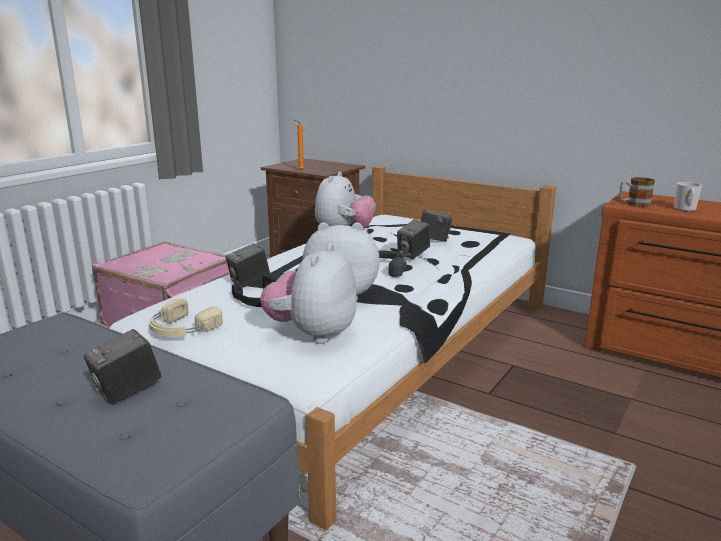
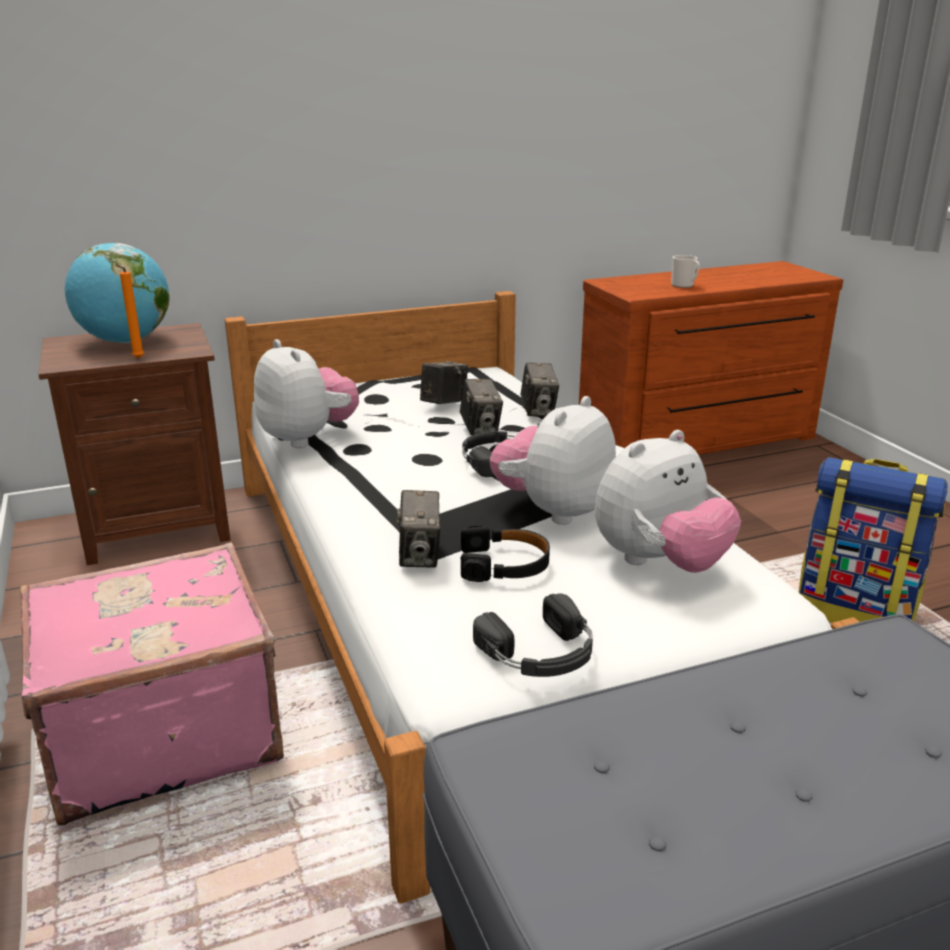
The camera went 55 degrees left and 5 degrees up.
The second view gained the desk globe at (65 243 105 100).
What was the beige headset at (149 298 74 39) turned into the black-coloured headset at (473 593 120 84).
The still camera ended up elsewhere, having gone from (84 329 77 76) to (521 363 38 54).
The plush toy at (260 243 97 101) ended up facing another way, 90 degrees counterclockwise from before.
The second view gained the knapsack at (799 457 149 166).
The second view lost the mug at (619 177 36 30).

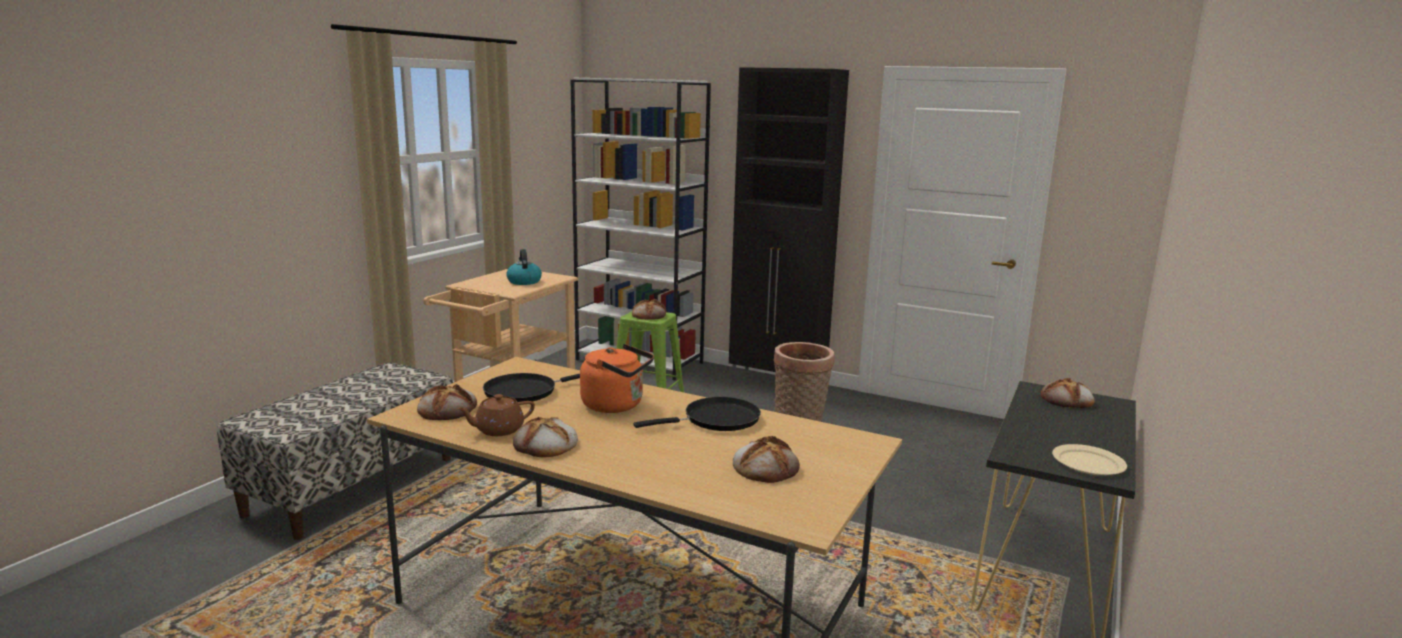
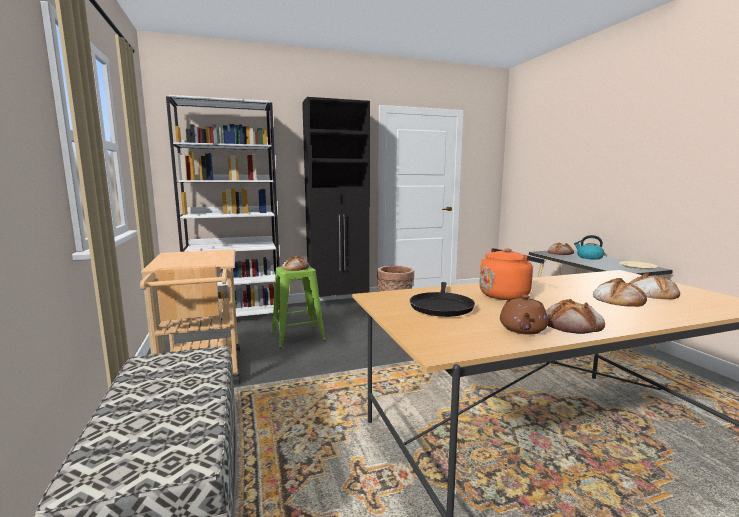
The camera went 45 degrees left and 5 degrees down.
The tea kettle ended up elsewhere, having gone from (506 249 36 36) to (574 235 31 25).
The bread ended up elsewhere, having gone from (417 384 60 36) to (593 278 54 29).
The second view lost the black-coloured frying pan at (634 397 127 34).

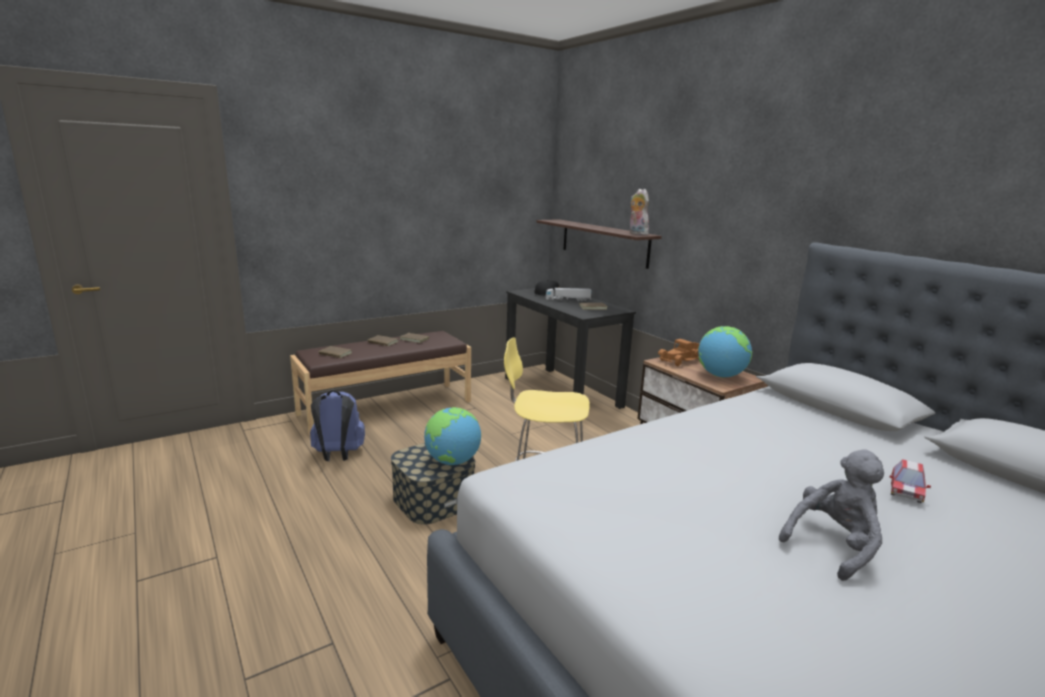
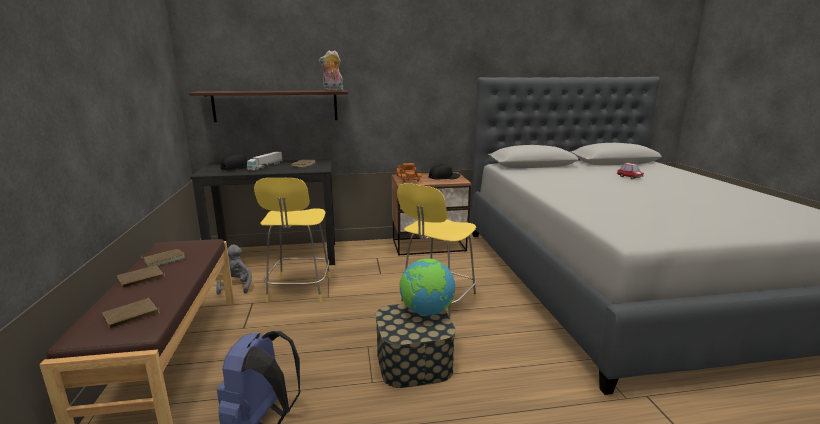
The camera went 65 degrees left and 0 degrees up.
The greyish plush toy ended up elsewhere, having gone from (779 449 105 132) to (216 245 36 50).
The second view gained the yellowish sitting stool at (254 178 77 124).
Where the desk globe stood at (698 326 54 52), the black-coloured baseball cap came to stand at (428 164 32 15).

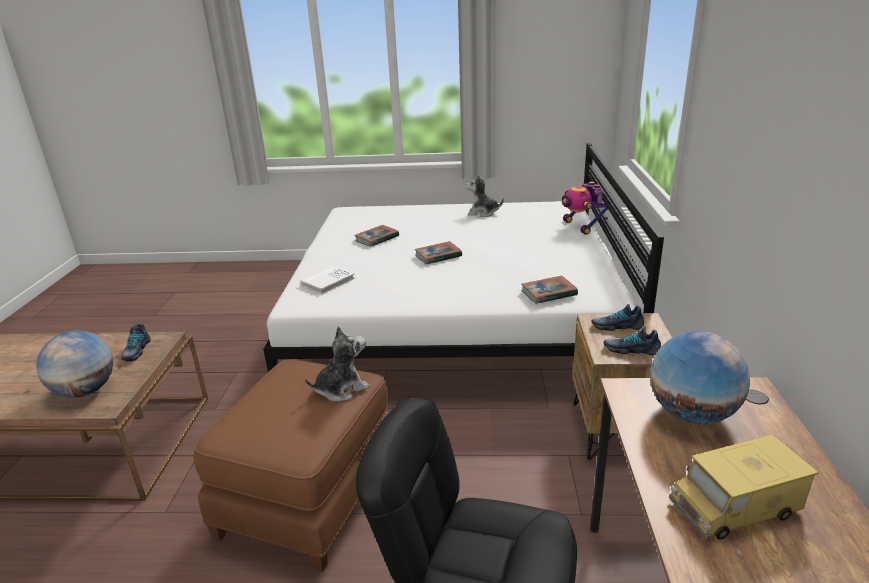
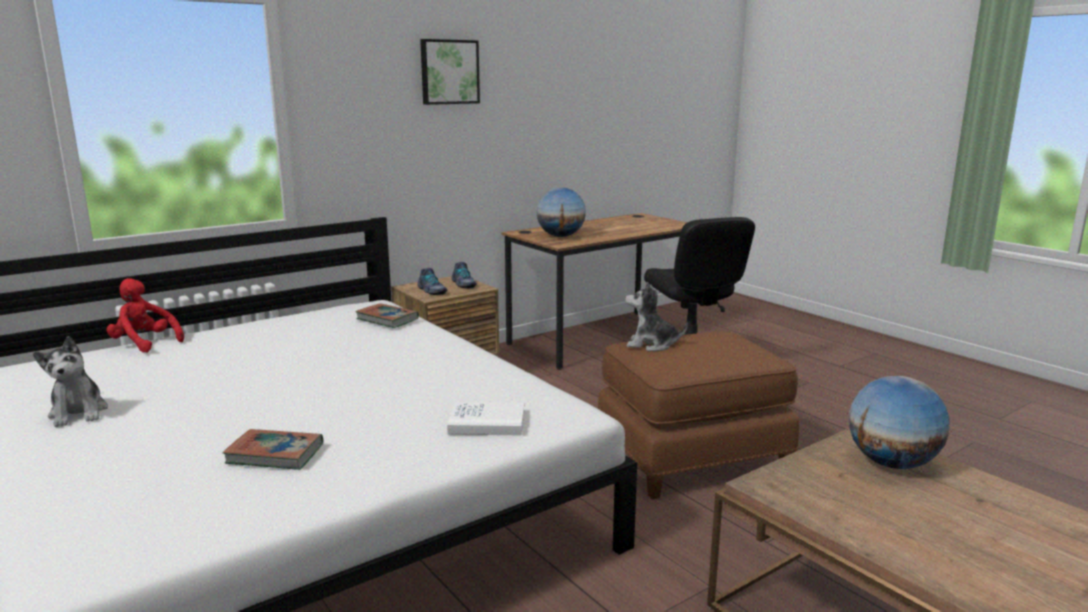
The camera went 130 degrees left and 10 degrees down.
Where the toy robot stood at (562 182 46 53), the reddish plush toy came to stand at (107 278 77 75).
The second view gained the wall art at (420 39 60 66).
The second view lost the shoe at (121 324 30 38).
The second view lost the volume at (415 241 47 23).
The second view lost the toy truck at (669 434 150 106).

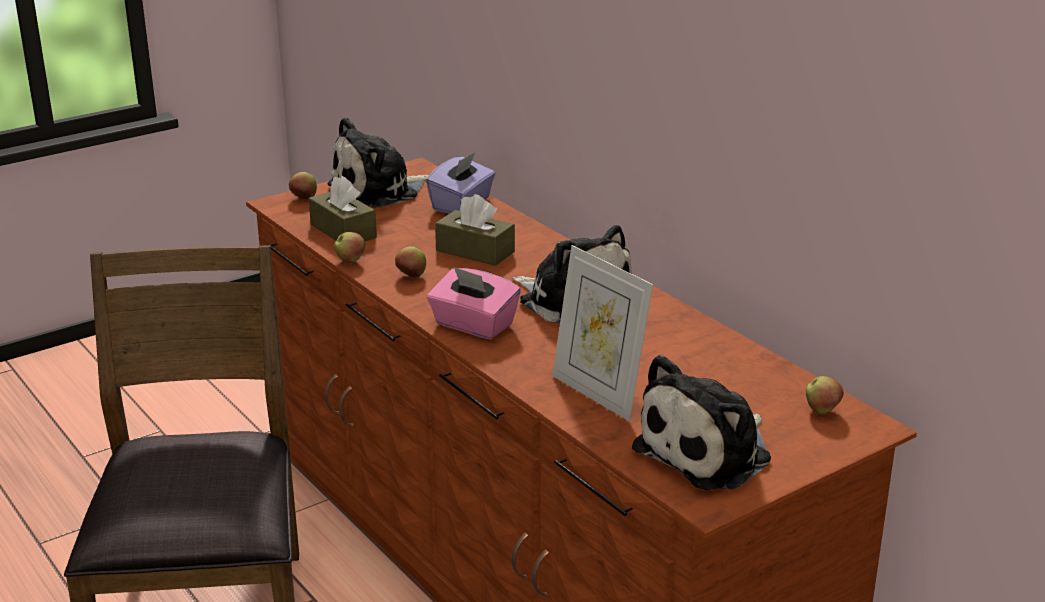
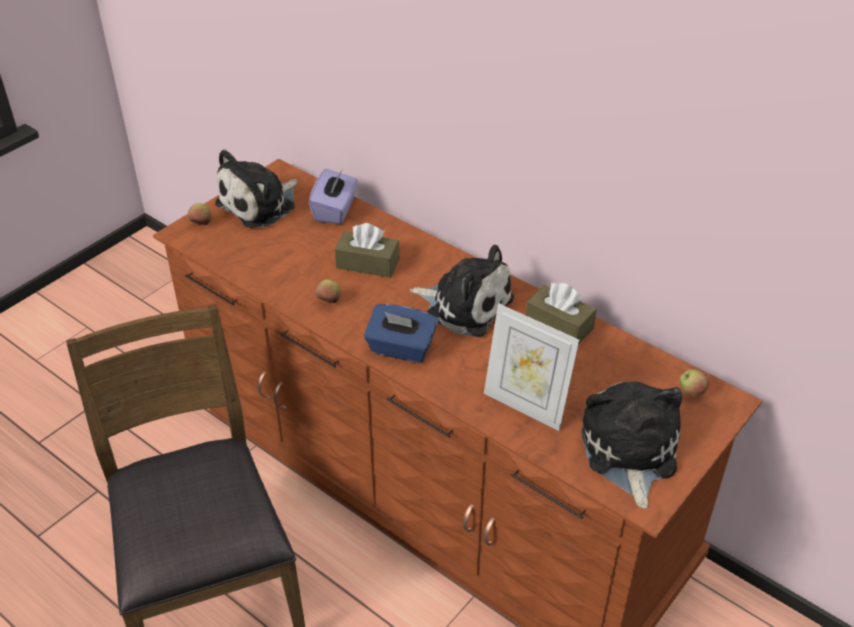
The camera went 15 degrees left and 15 degrees up.
What was the pinkish tissue holder at (427 266 94 73) turned into the blue tissue holder at (364 304 74 59).
The brown-coloured tissue holder ended up elsewhere, having gone from (309 176 68 65) to (526 283 71 61).
The plush toy at (632 354 139 136) ended up facing another way, 150 degrees clockwise from before.
The second view lost the apple fruit at (334 232 31 31).

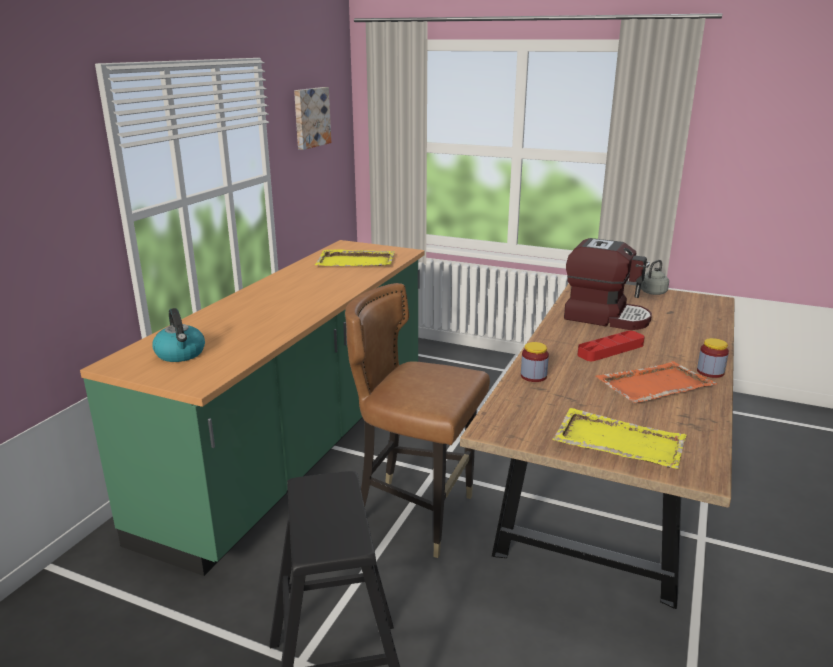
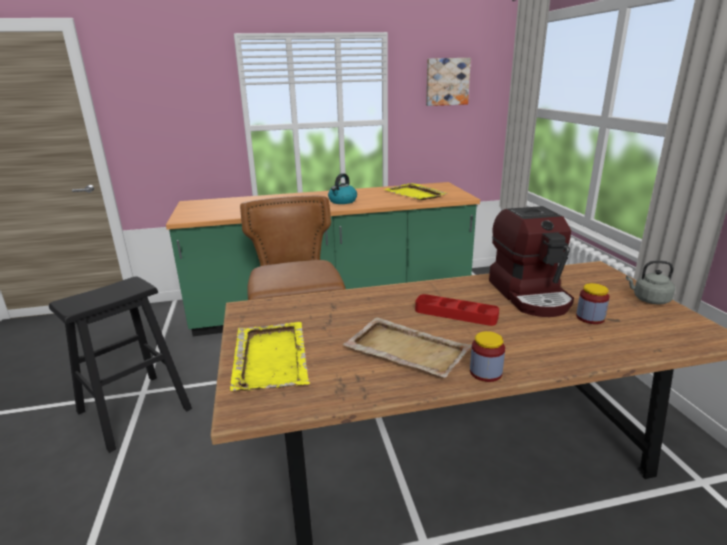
The camera went 55 degrees right and 0 degrees up.
The tea kettle ended up elsewhere, having gone from (152 308 53 54) to (328 173 29 31).
What was the orange carrying tray at (595 361 122 42) turned into the beige carrying tray at (342 317 130 61).
The storage jar ended up elsewhere, having gone from (521 342 28 40) to (576 283 33 41).

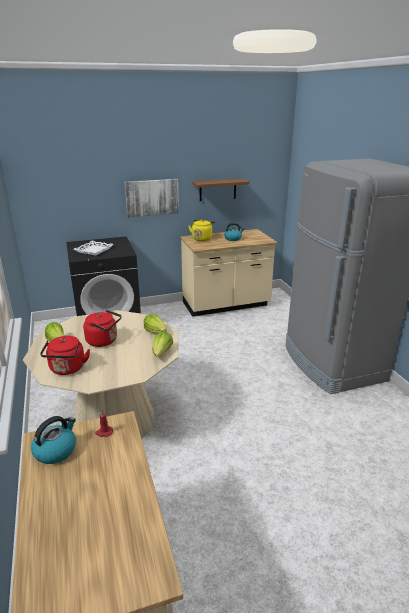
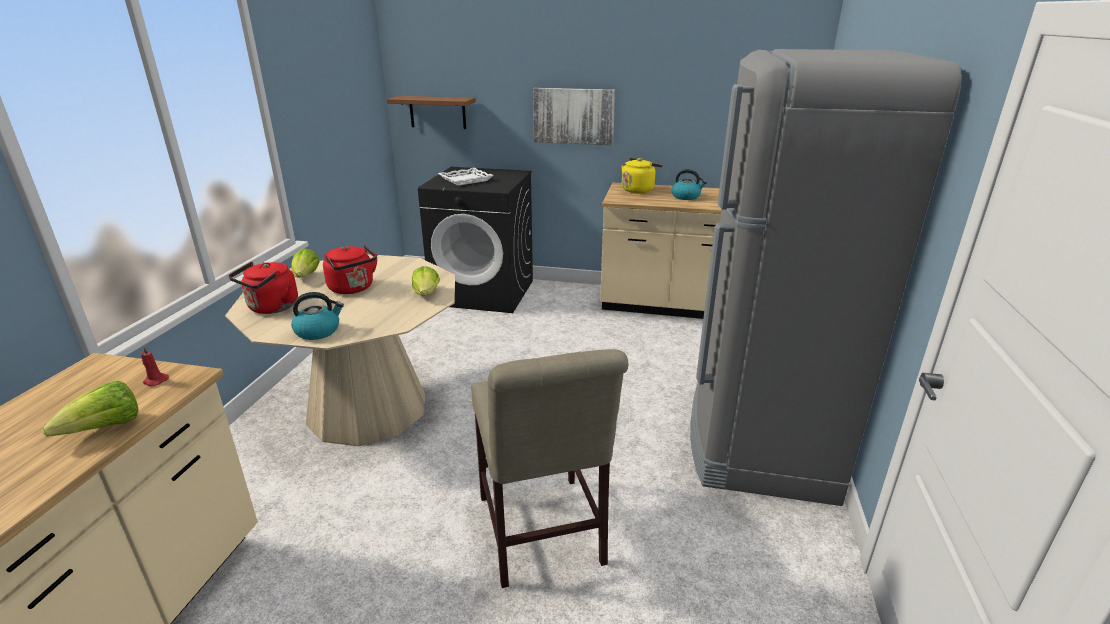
The camera went 30 degrees right and 0 degrees up.
The lettuce head ended up elsewhere, having gone from (152 331 21 26) to (42 380 97 57).
The tea kettle ended up elsewhere, having gone from (31 416 45 48) to (291 292 53 48).
The brown-coloured shelf ended up elsewhere, having gone from (192 178 58 23) to (387 96 88 33).
The second view gained the beige chair at (471 349 157 239).

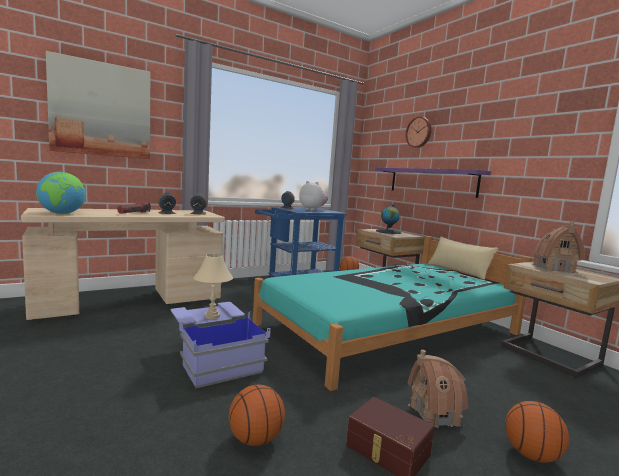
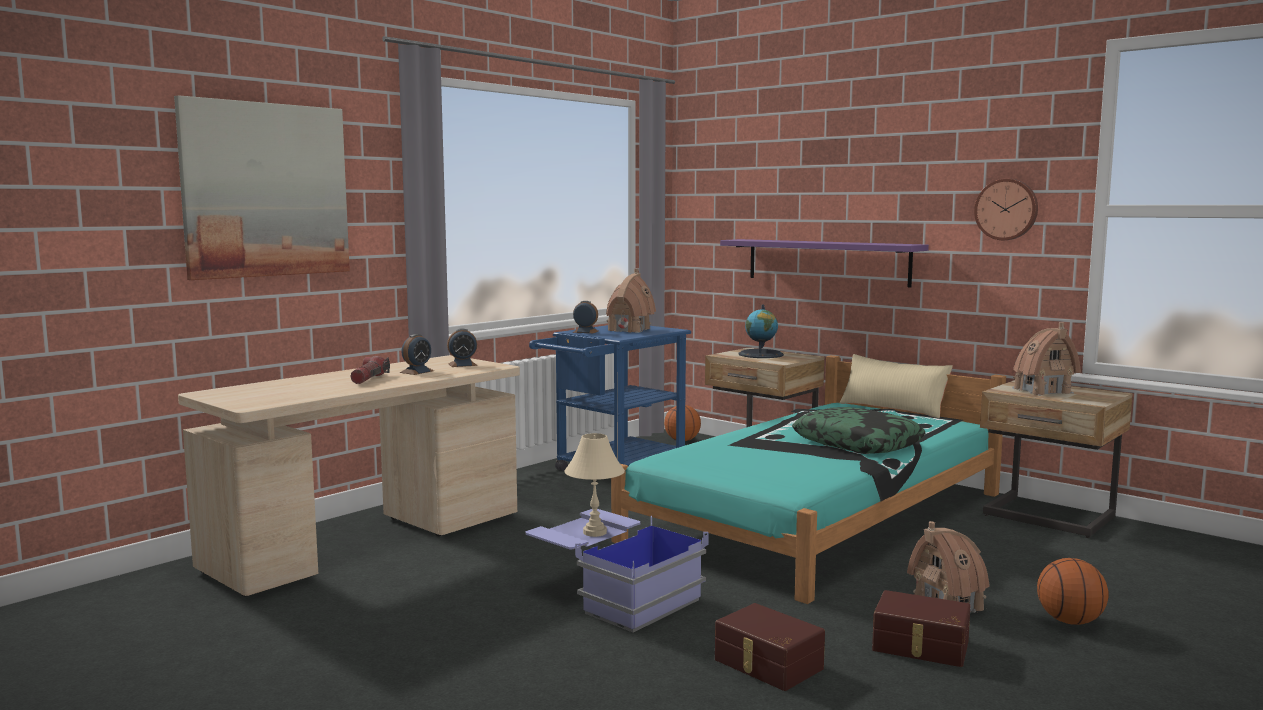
The camera went 15 degrees left and 0 degrees up.
Where the plush toy stood at (299 181 29 30), the toy house came to stand at (606 268 50 65).
Where the basketball stood at (229 385 56 61), the brown-coloured storage box came to stand at (715 603 110 88).
The second view gained the throw pillow at (792 407 133 47).
The hanging clock ended up elsewhere, having gone from (406 117 26 31) to (974 179 64 61).
The second view lost the desk globe at (36 172 50 42).

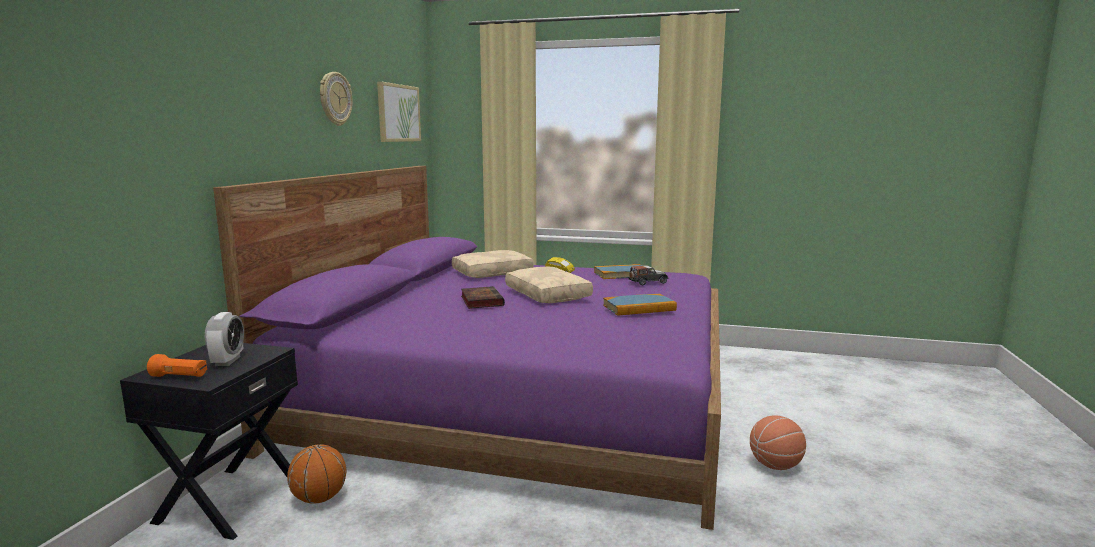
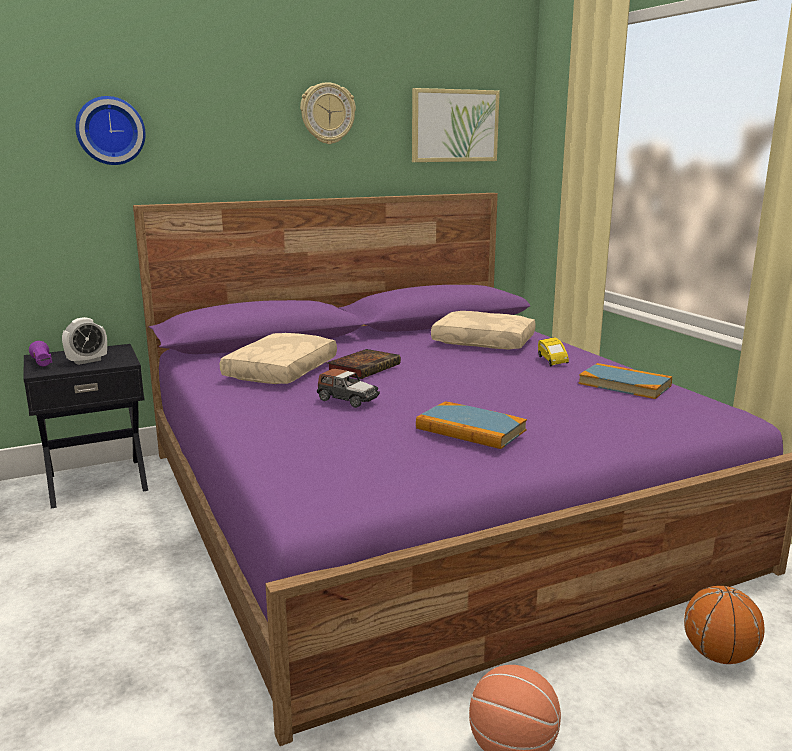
The camera went 50 degrees right and 5 degrees up.
What was the orange torch at (147 354 60 23) turned into the purplish torch at (29 341 23 25).
The second view gained the hanging clock at (75 96 71 69).
The beige throw pillow ended up elsewhere, having gone from (505 267 88 36) to (220 333 117 51).
The toy car ended up elsewhere, having gone from (629 265 40 20) to (317 368 63 40).
The basketball ended up elsewhere, having gone from (287 444 59 60) to (684 586 80 78).

